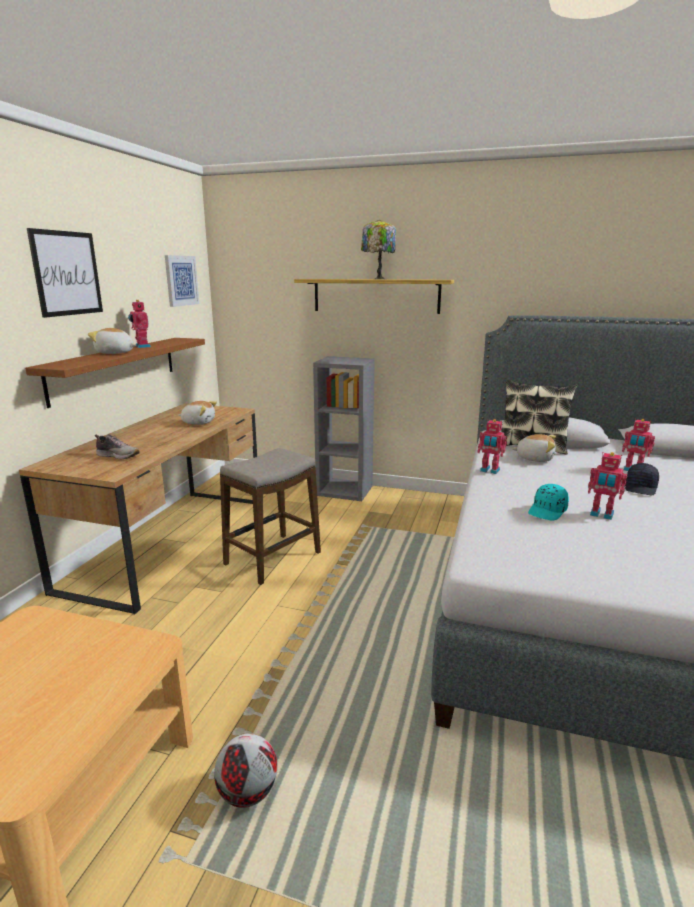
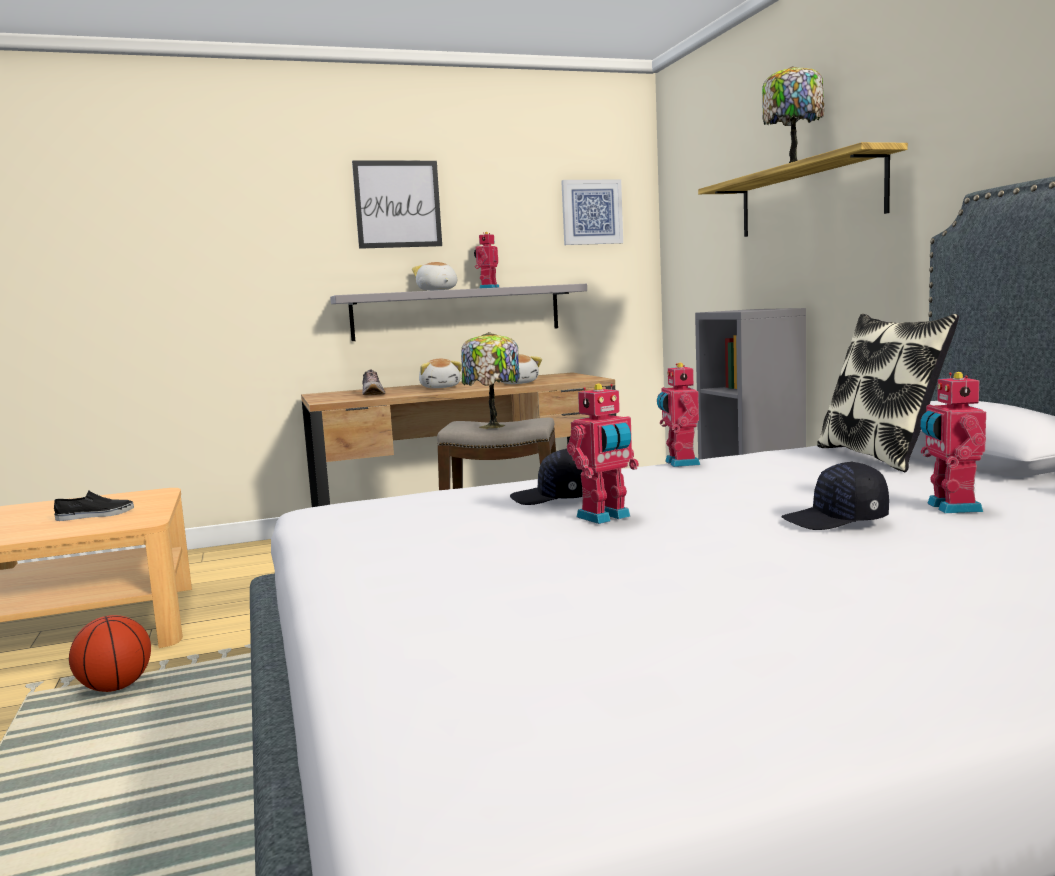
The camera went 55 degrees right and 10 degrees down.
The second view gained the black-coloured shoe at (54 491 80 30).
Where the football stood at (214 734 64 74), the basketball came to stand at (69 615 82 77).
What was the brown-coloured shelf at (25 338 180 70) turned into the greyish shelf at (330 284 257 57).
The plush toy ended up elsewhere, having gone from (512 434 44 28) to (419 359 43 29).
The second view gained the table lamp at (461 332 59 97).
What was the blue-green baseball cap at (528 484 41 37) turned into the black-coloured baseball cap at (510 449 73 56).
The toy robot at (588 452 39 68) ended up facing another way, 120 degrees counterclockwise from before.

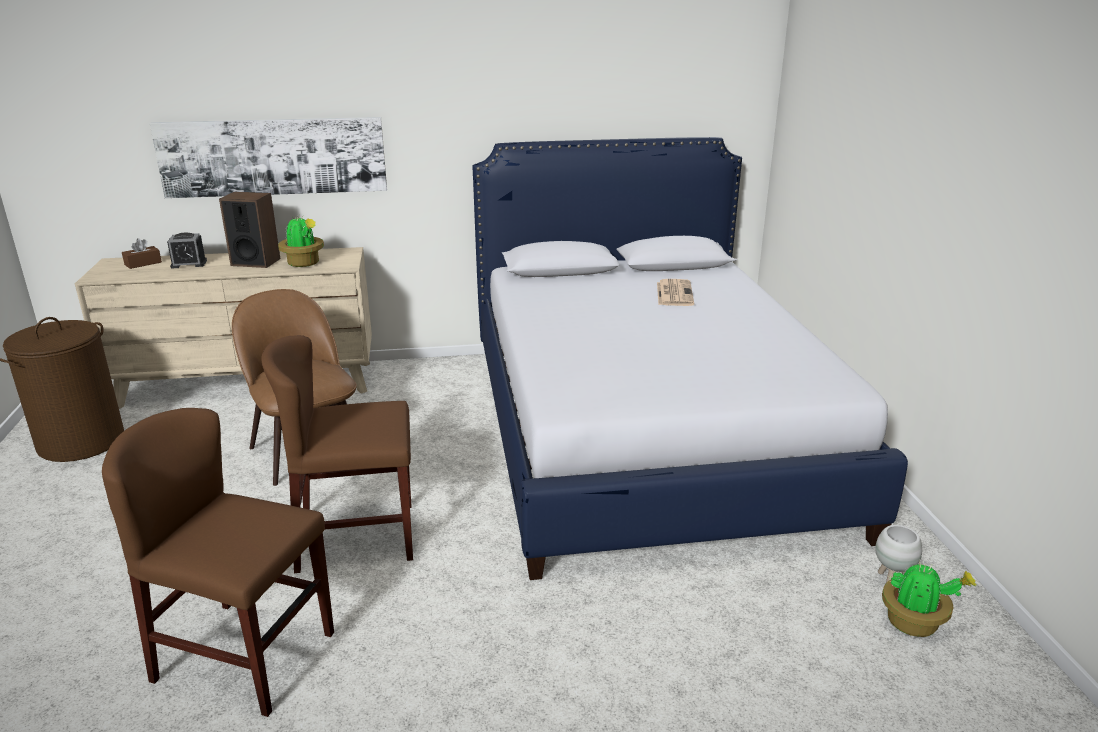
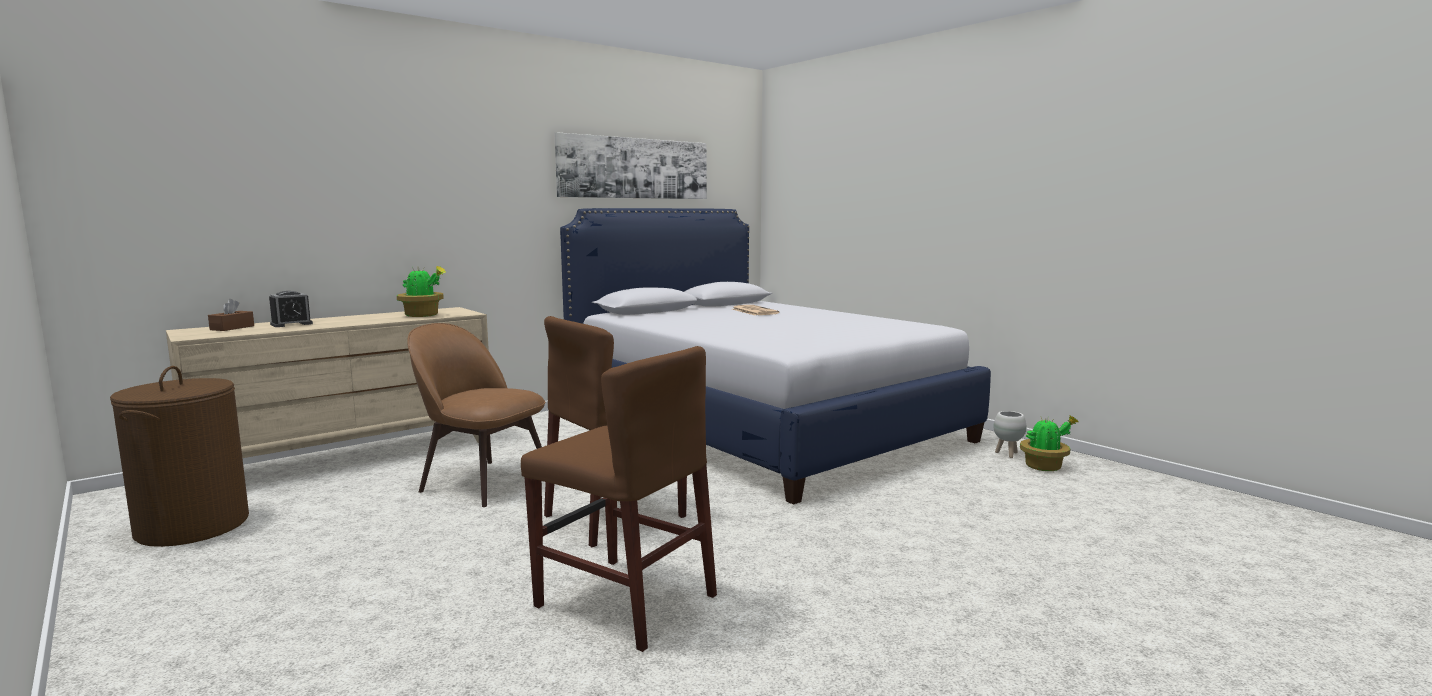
The camera went 30 degrees left and 15 degrees down.
The brown-coloured chair at (102 408 232 309) ended up facing another way, 135 degrees counterclockwise from before.
The wall art ended up elsewhere, having gone from (150 117 237 81) to (554 132 153 67).
The second view lost the loudspeaker at (219 192 61 76).

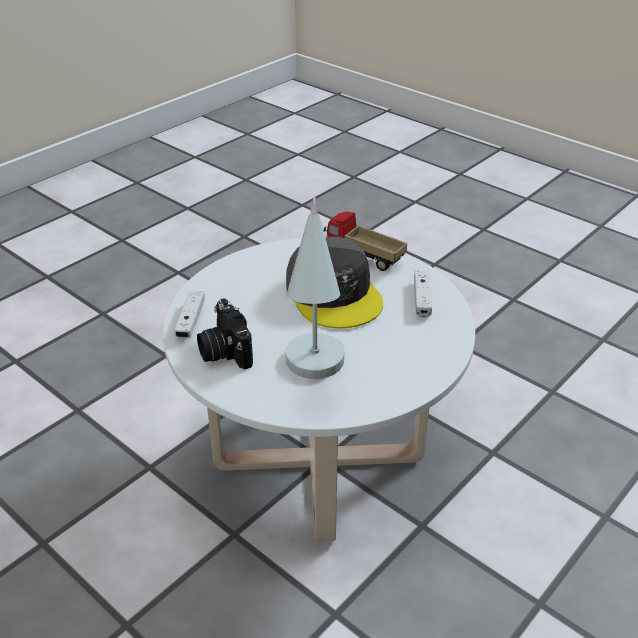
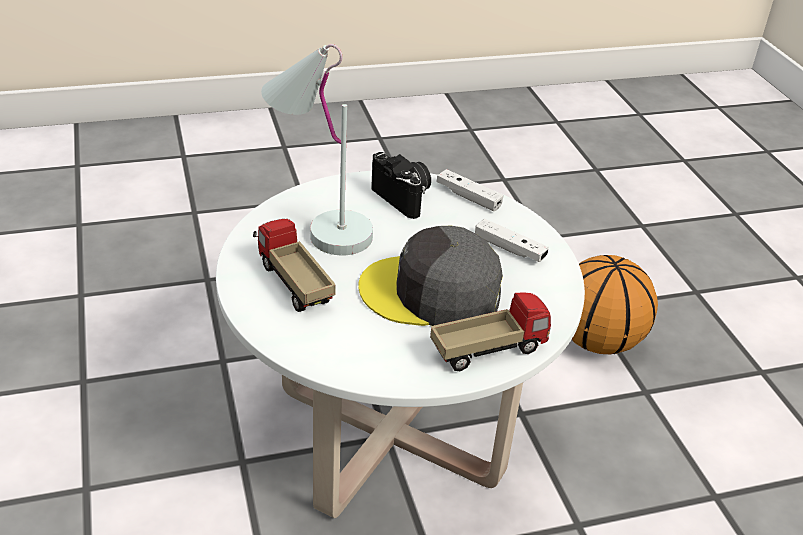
The camera went 120 degrees right and 0 degrees up.
The second view gained the toy truck at (253 219 83 93).
The still camera at (197 299 56 70) ended up facing another way, 45 degrees clockwise from before.
The whitish game controller ended up elsewhere, having gone from (414 270 18 48) to (475 219 74 43).
The second view gained the basketball at (572 255 86 99).

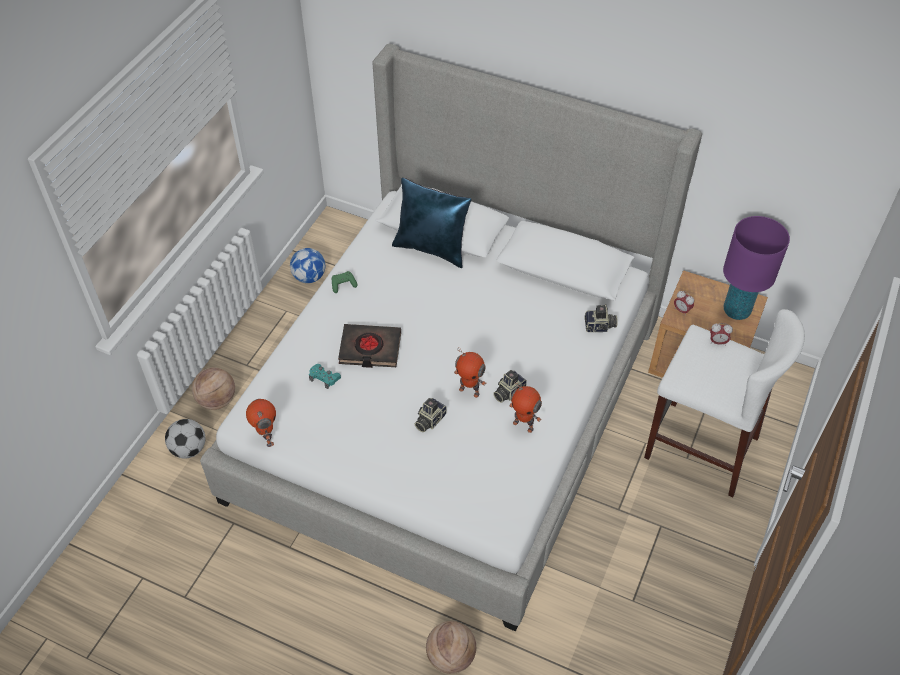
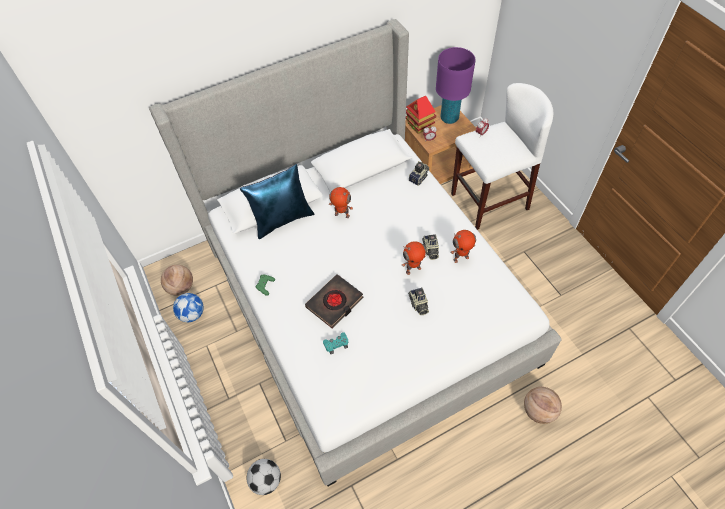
The camera went 50 degrees left and 5 degrees up.
The basketball ended up elsewhere, having gone from (192 367 43 43) to (161 265 32 31).
The toy robot ended up elsewhere, having gone from (246 399 30 48) to (329 187 24 31).
The second view gained the toy house at (406 96 31 38).

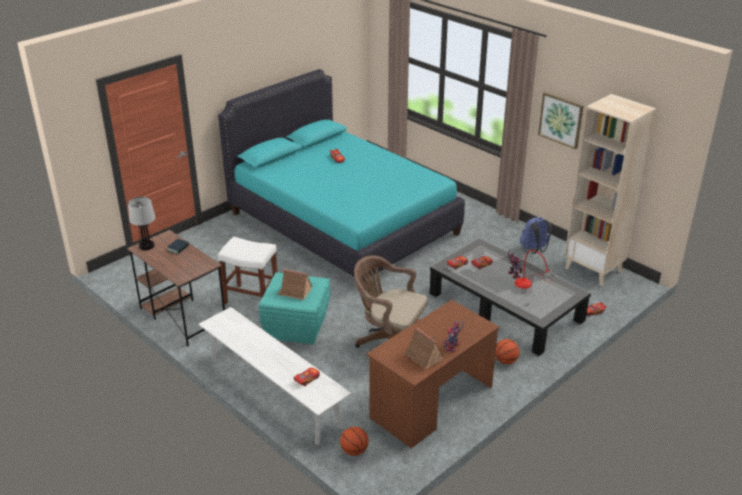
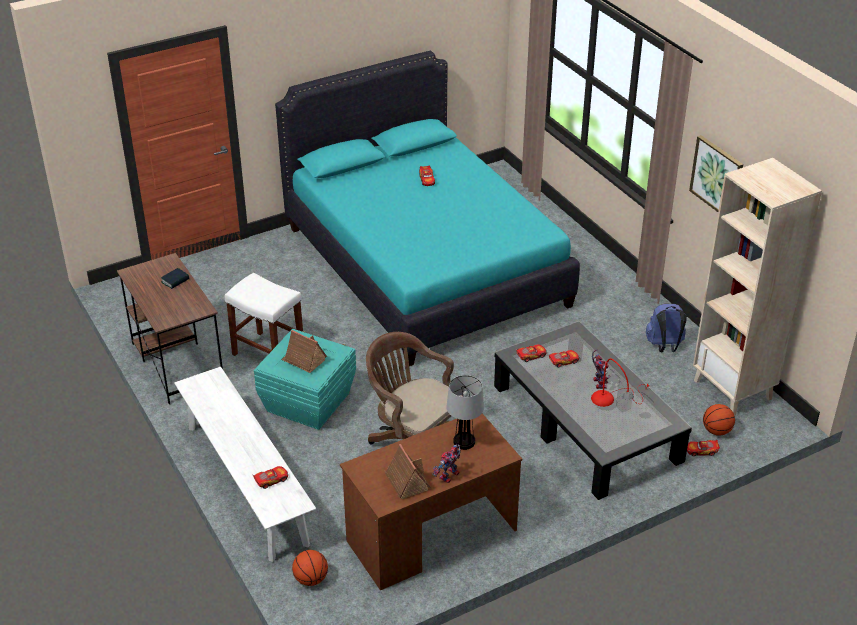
The camera went 15 degrees right and 5 degrees up.
The table lamp ended up elsewhere, having gone from (128 197 27 53) to (446 375 38 75).
The basketball ended up elsewhere, having gone from (495 339 25 25) to (703 404 32 32).

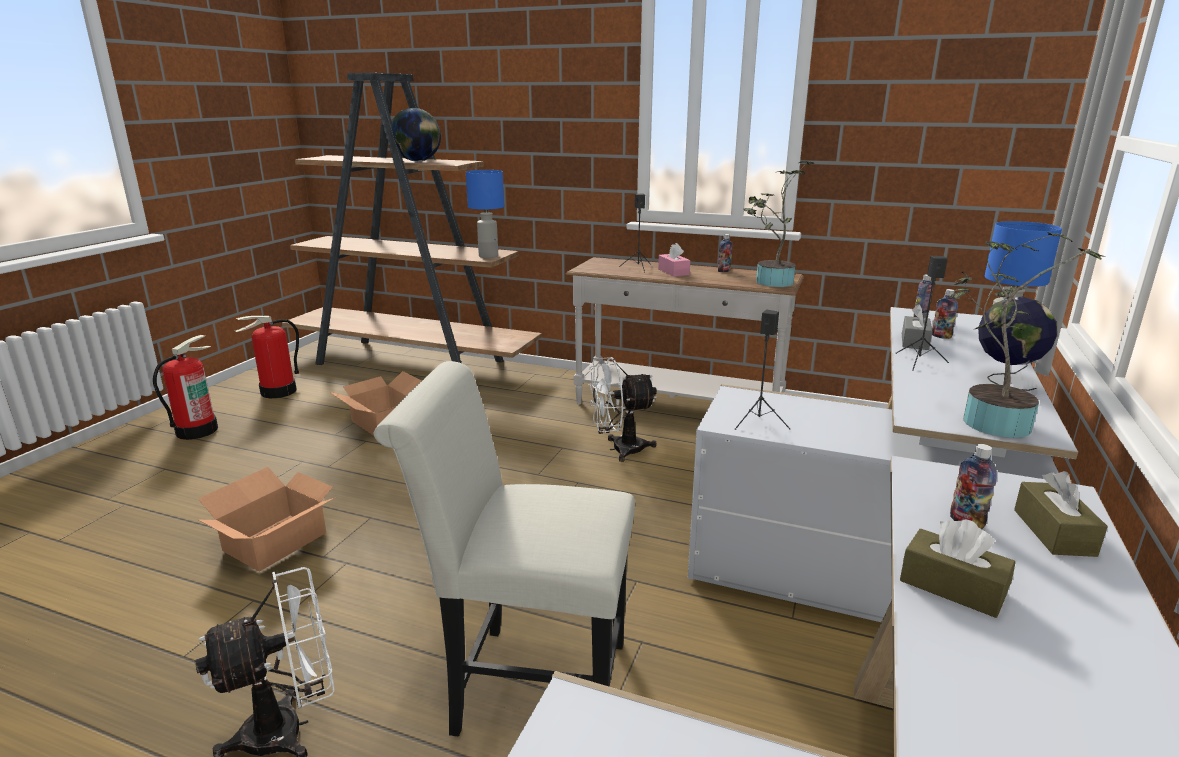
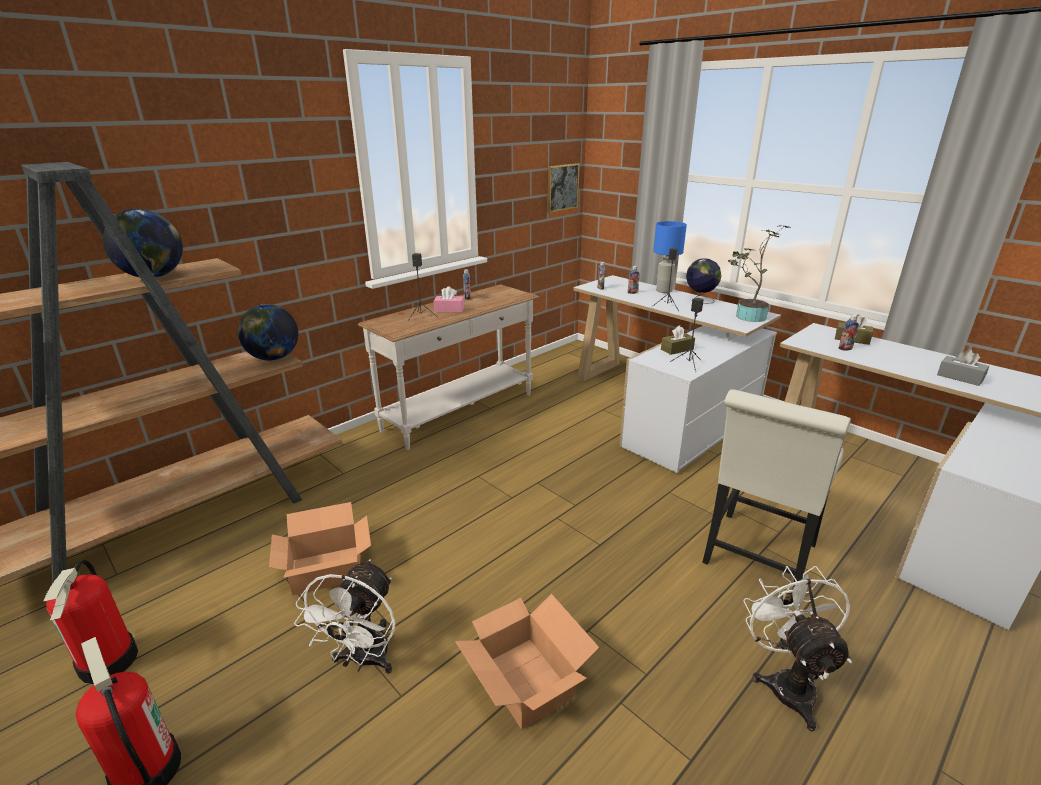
The camera went 65 degrees left and 5 degrees up.
Where the blue table lamp stood at (466 170 38 88), the desk globe came to stand at (238 304 60 57).
The whitish cooling fan ended up elsewhere, having gone from (588 357 69 105) to (294 559 102 115).
The second view gained the wall art at (547 163 33 50).
The brown-coloured tissue holder ended up elsewhere, having gone from (900 519 116 99) to (661 325 34 30).
The greyish tissue holder ended up elsewhere, having gone from (902 304 31 46) to (937 349 52 37).
The second view lost the houseplant at (743 161 71 126).

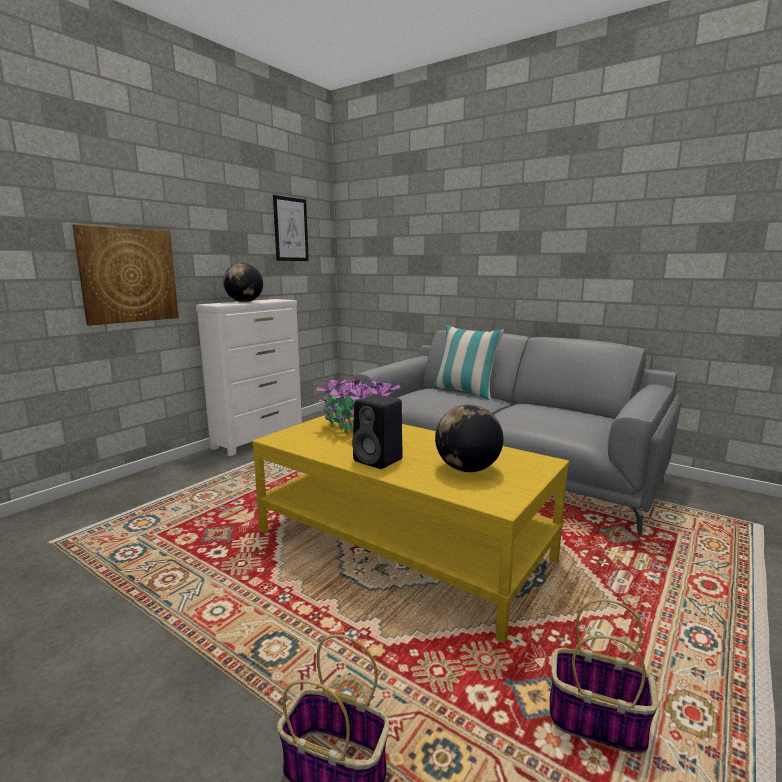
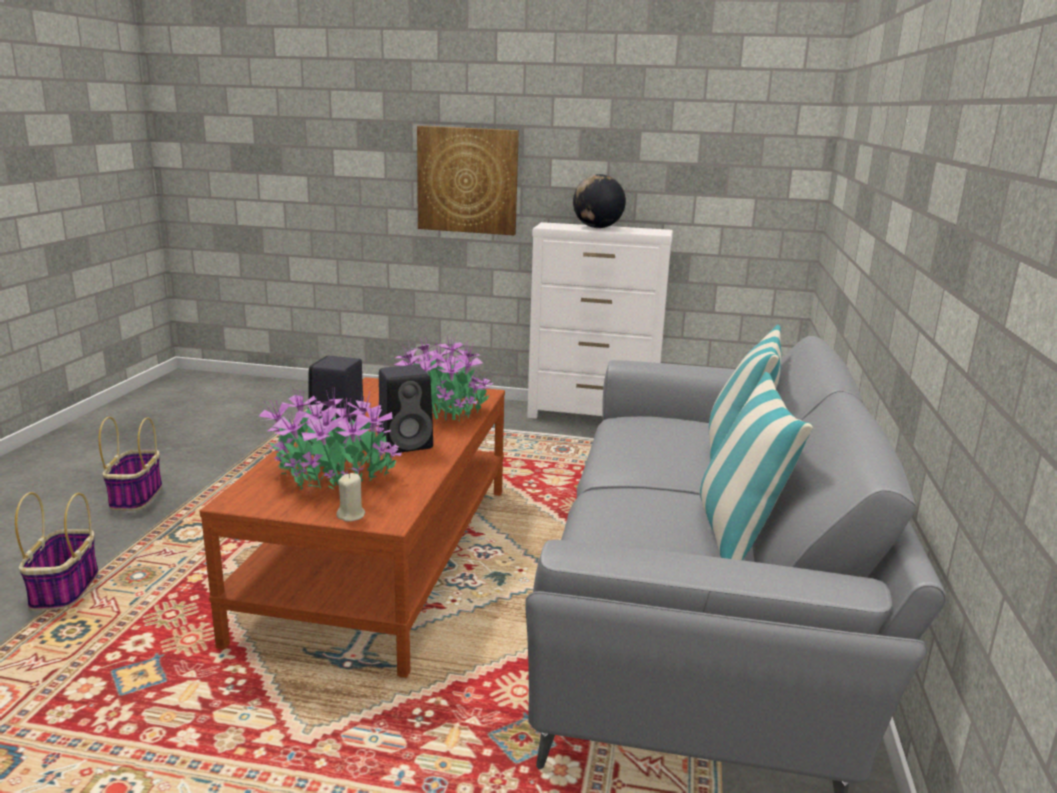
The camera went 65 degrees right and 5 degrees up.
The basket ended up elsewhere, having gone from (549 599 109 156) to (99 417 63 93).
What was the yellowish coffee table at (252 412 317 232) turned into the brown-coloured coffee table at (200 377 305 301).
Where the desk globe stood at (435 405 68 67), the houseplant came to stand at (259 387 143 103).
The second view gained the beige candle at (336 473 29 49).
The second view gained the black-coloured loudspeaker at (379 365 54 88).
The second view gained the throw pillow at (700 372 113 188).
The second view lost the wall art at (273 195 36 66).

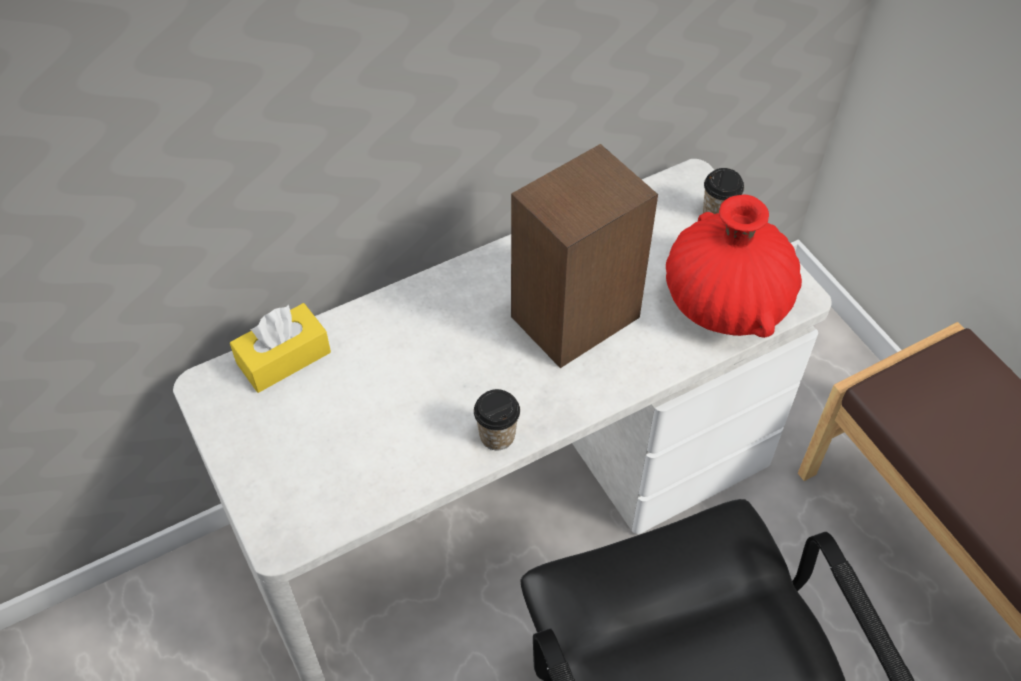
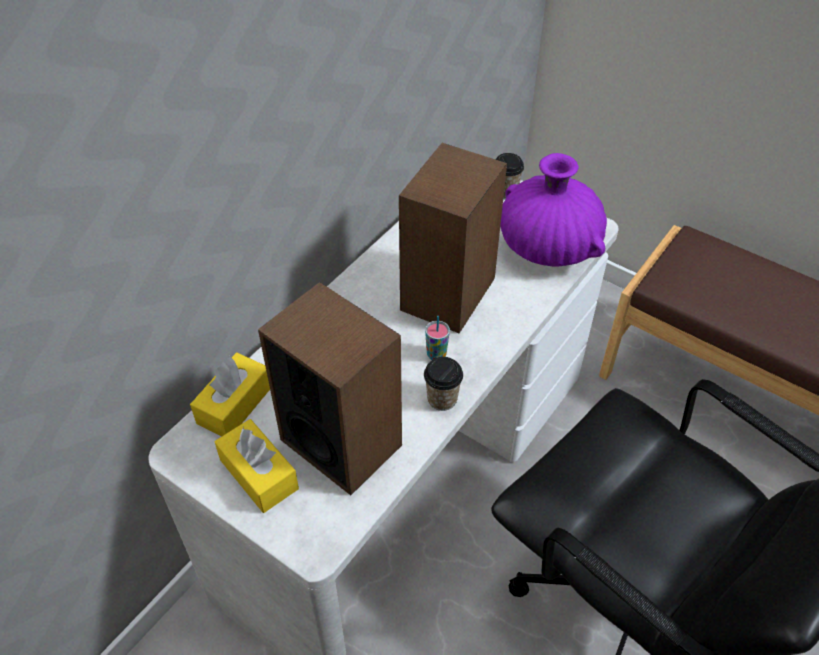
The camera went 25 degrees left and 5 degrees down.
The second view gained the yellowish tissue holder at (215 419 84 94).
The second view gained the loudspeaker at (258 282 144 213).
The second view gained the drinking cup at (425 316 25 44).
What was the reddish flower vase at (666 195 136 143) turned into the purplish flower vase at (500 153 107 113).

